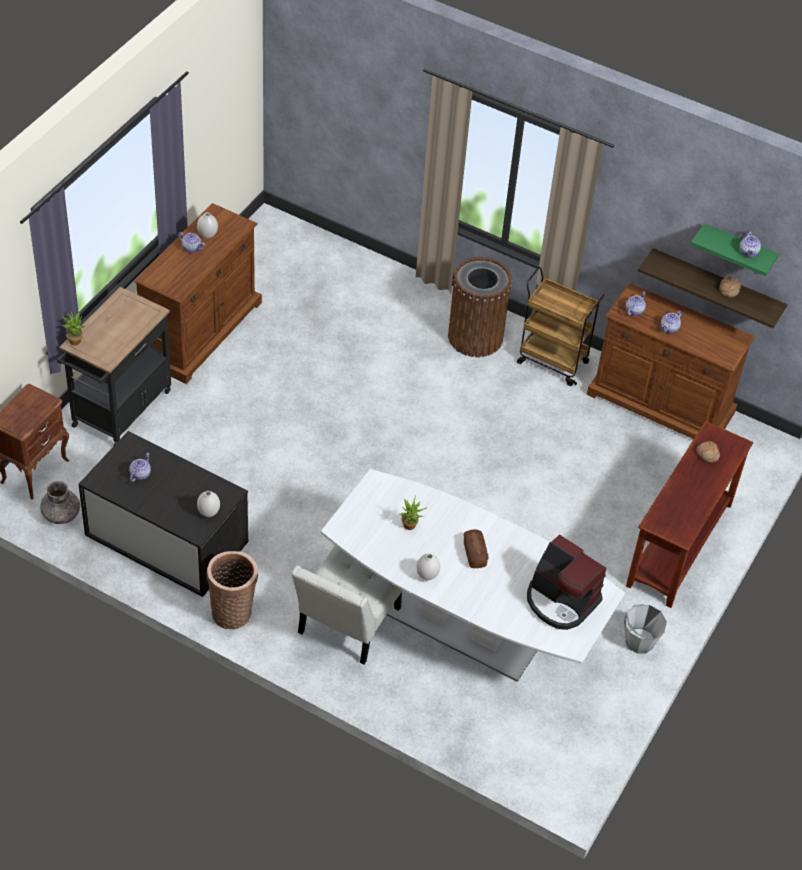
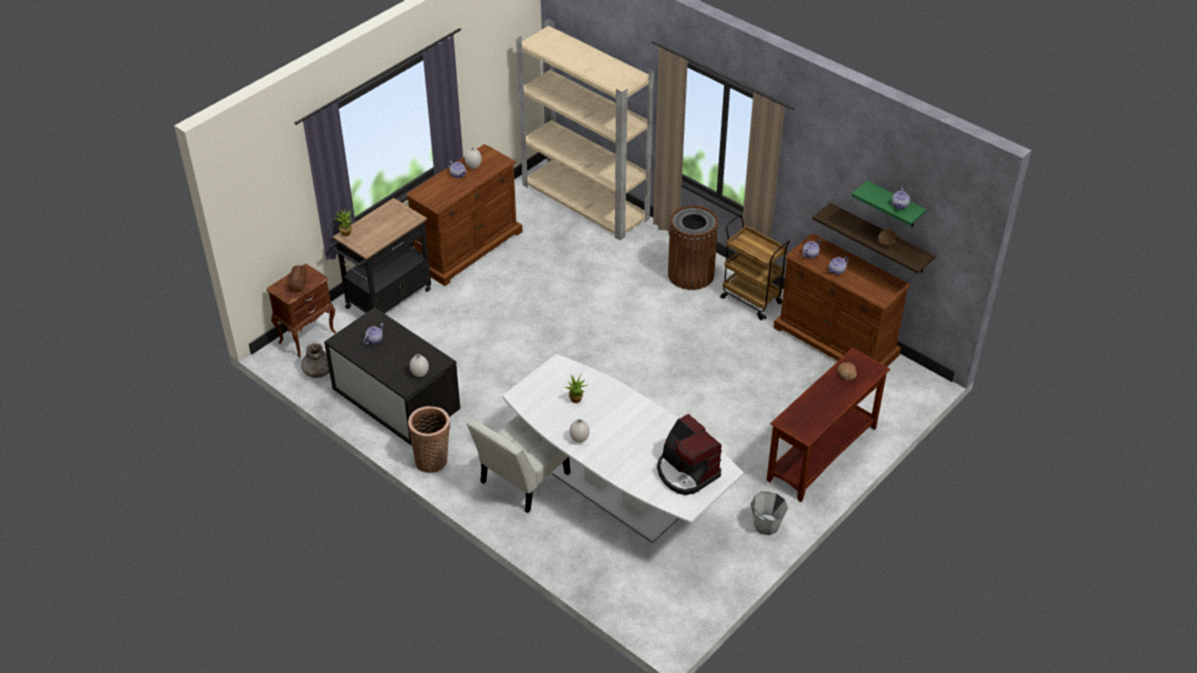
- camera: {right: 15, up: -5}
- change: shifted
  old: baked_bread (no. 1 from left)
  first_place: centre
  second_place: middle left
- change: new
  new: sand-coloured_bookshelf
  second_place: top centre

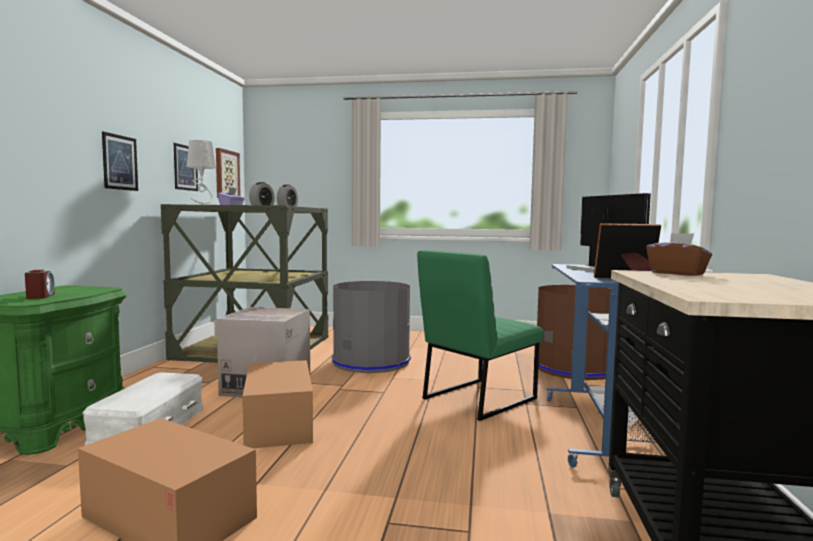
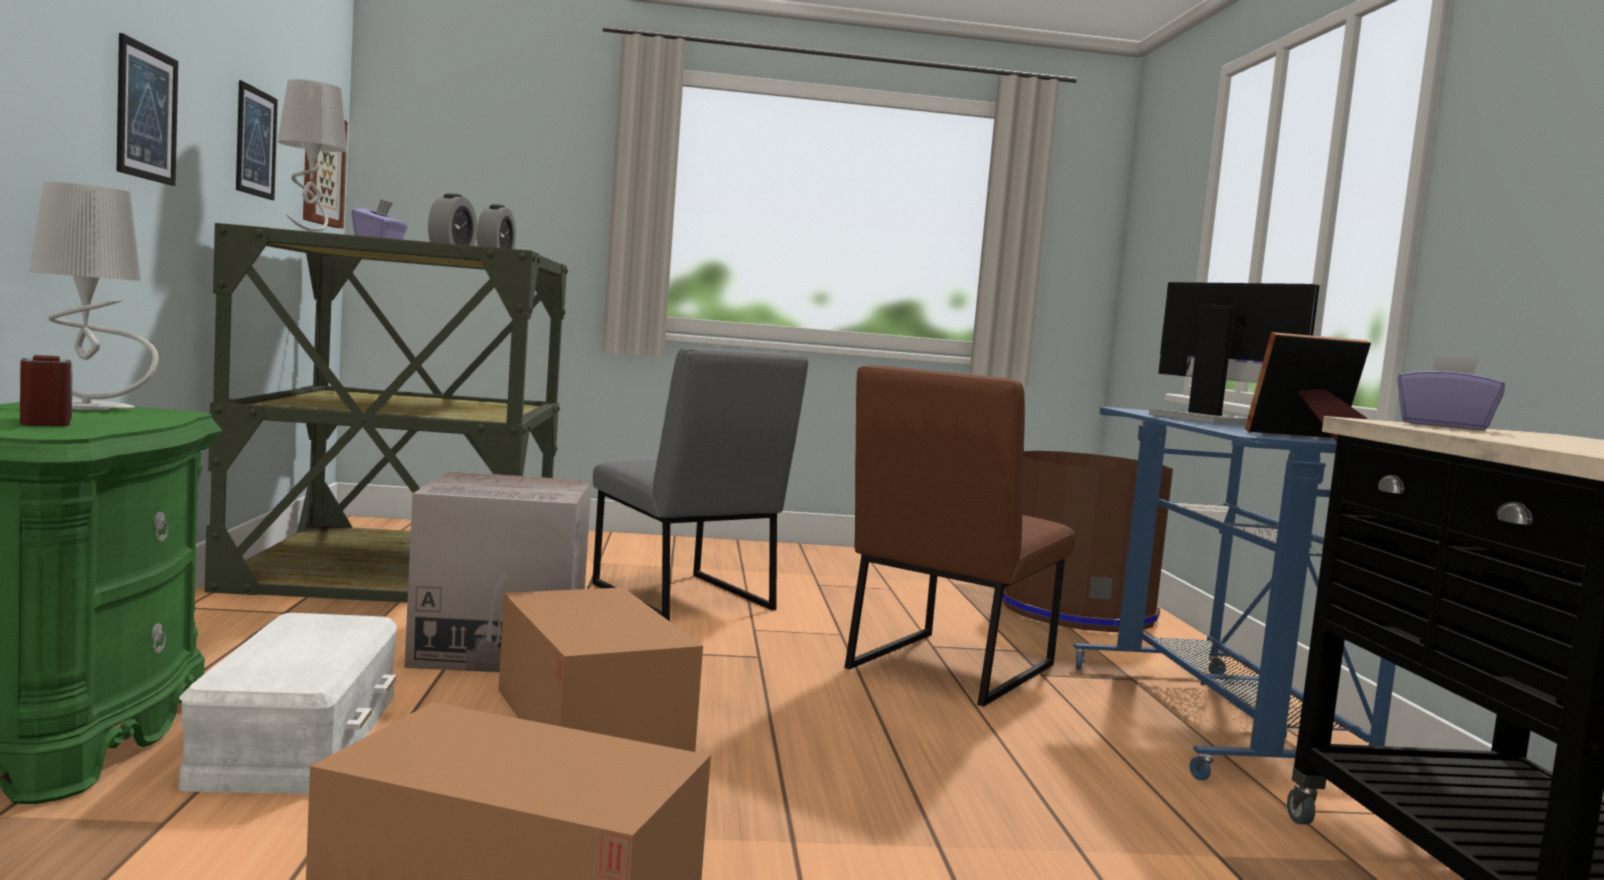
- camera: {right: -15, up: 0}
- change: new
  new: gray_lamp_for_a_table (no. 1 from left)
  second_place: middle left
- change: swapped
  old: gray_rubbish_bin
  new: gray_chair
  first_place: centre
  second_place: centre
- change: repainted
  old: greenish_chair
  new: brown_chair
  first_place: centre
  second_place: centre
- change: repainted
  old: brown_tissue_box
  new: purplish_tissue_box (no. 2 from left)
  first_place: middle right
  second_place: middle right

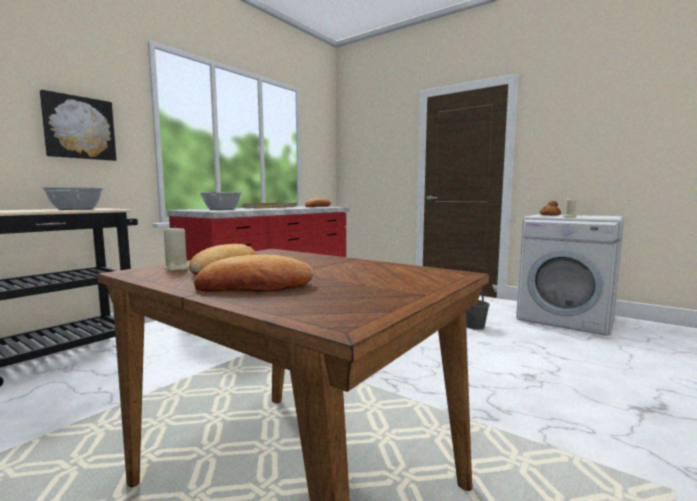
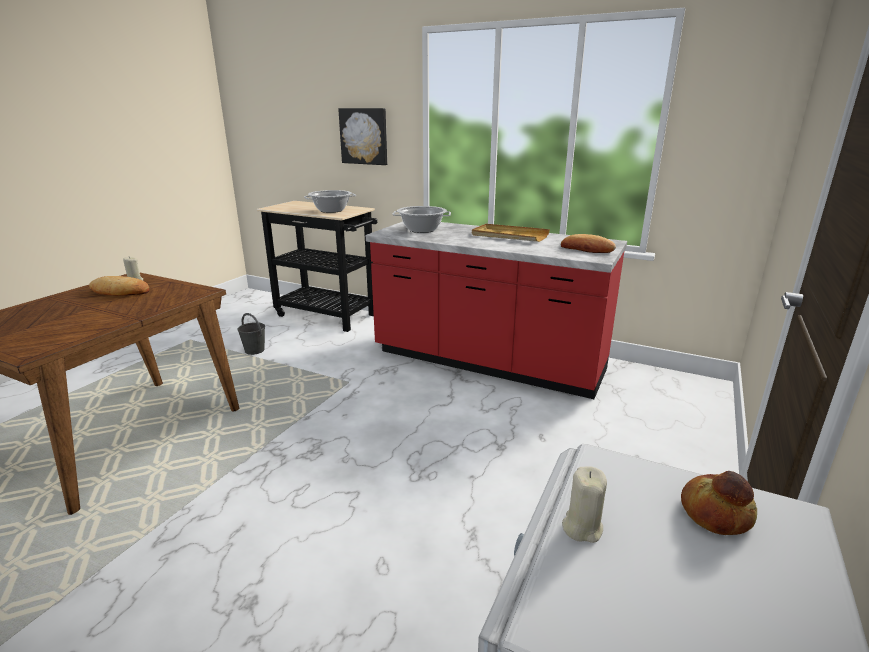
- camera: {right: 80, up: 15}
- change: shifted
  old: gray_water_bucket
  first_place: middle right
  second_place: middle left
- change: gone
  old: baked_bread (no. 2 from left)
  first_place: centre

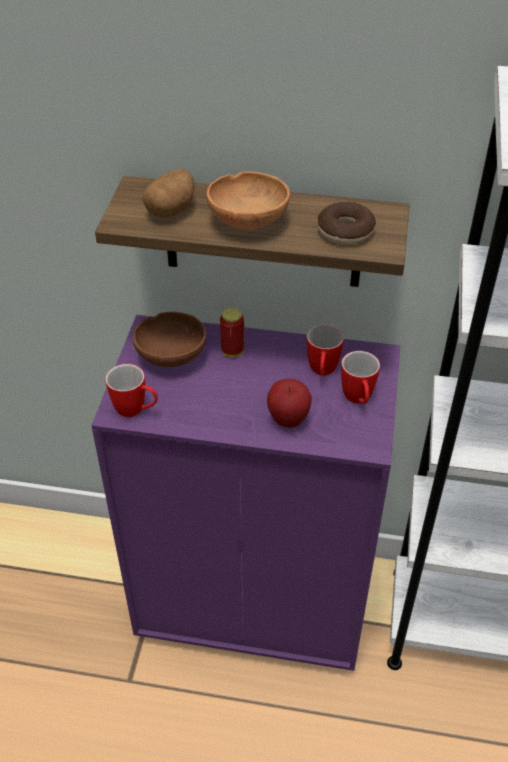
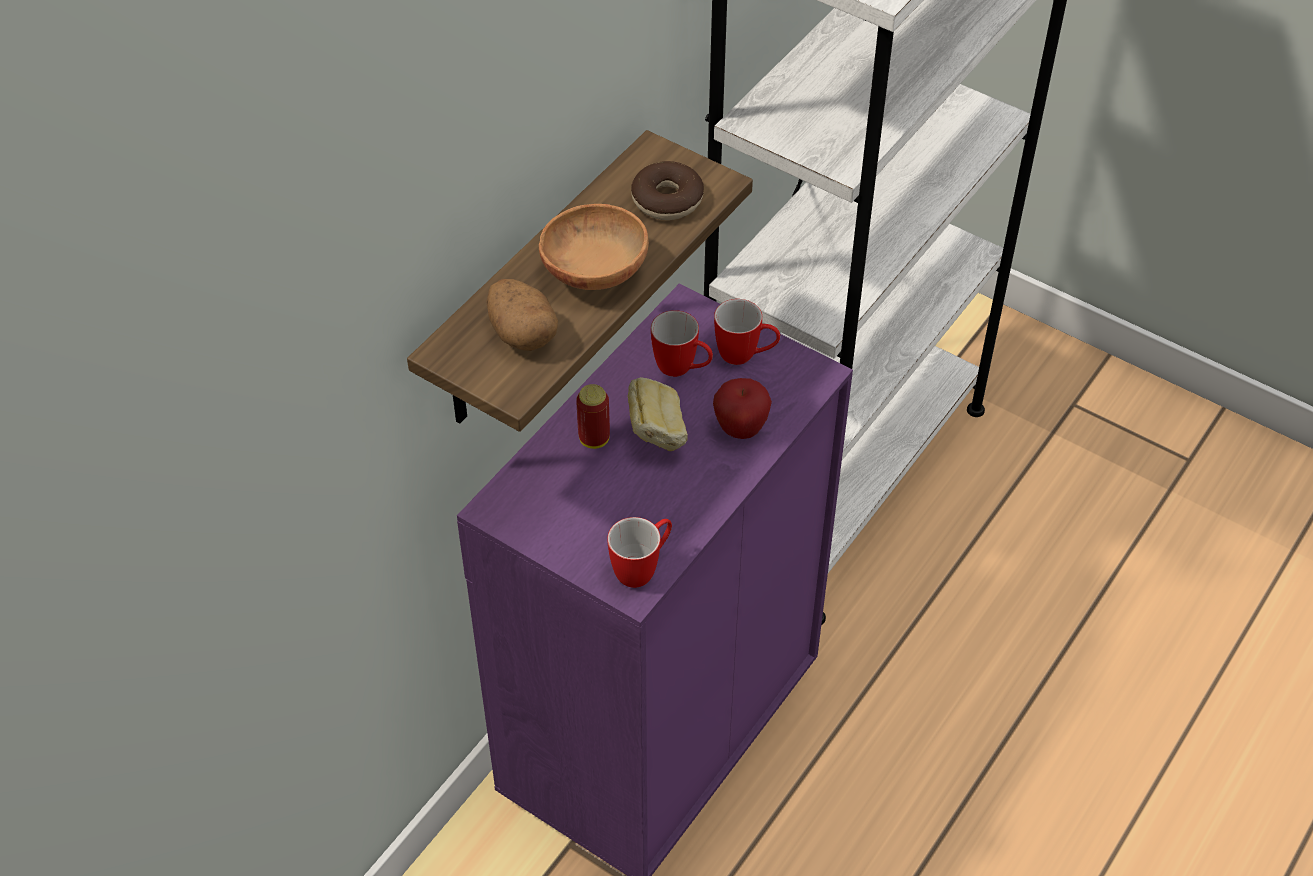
- camera: {right: -65, up: 5}
- change: new
  new: baked_bread
  second_place: centre
- change: gone
  old: brown_deep_dish (no. 1 from left)
  first_place: middle left

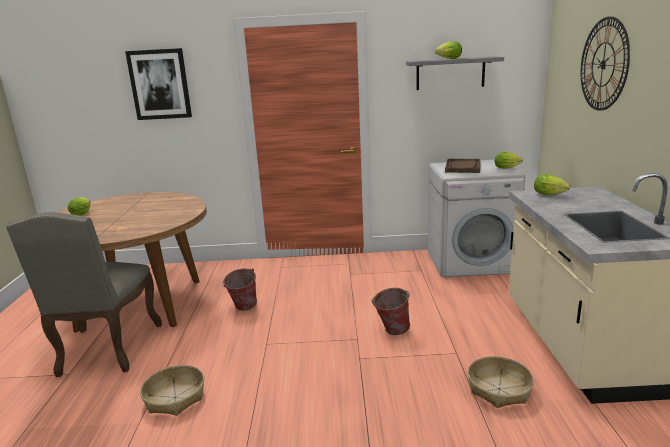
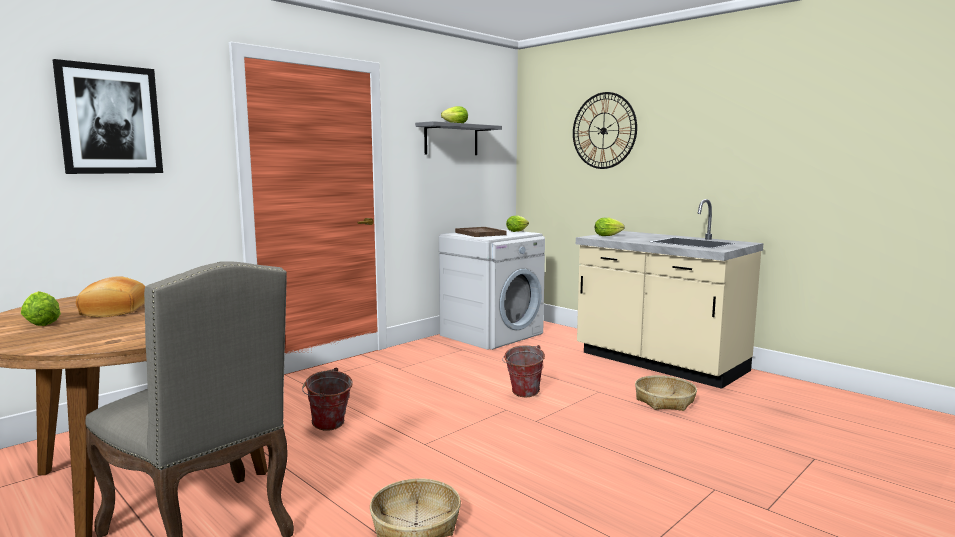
- camera: {right: -45, up: -10}
- change: new
  new: baked_bread
  second_place: middle left

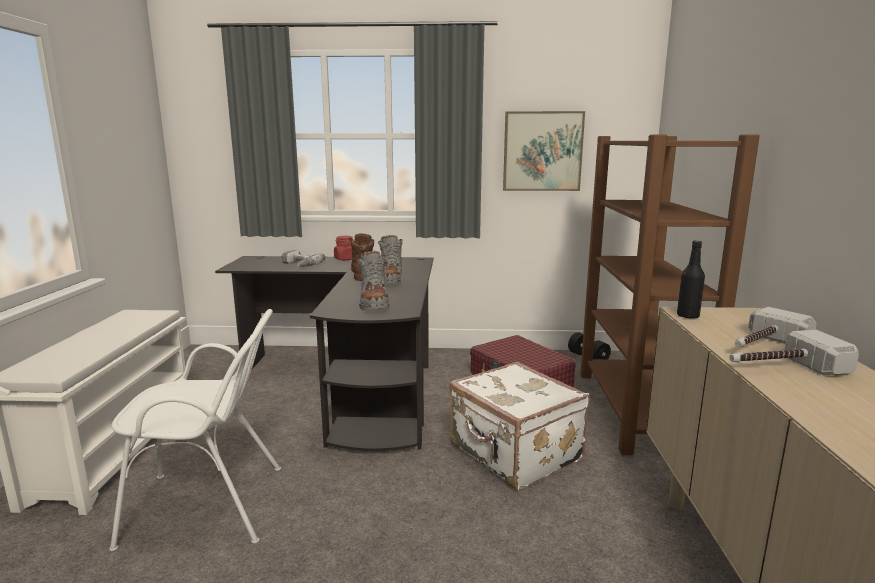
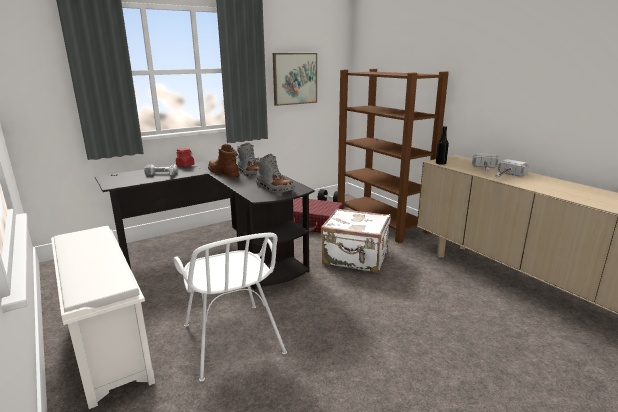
- camera: {right: -35, up: 5}
- change: rotated
  old: whitish_chair
  first_place: bottom left
  second_place: bottom centre
  degrees: 105

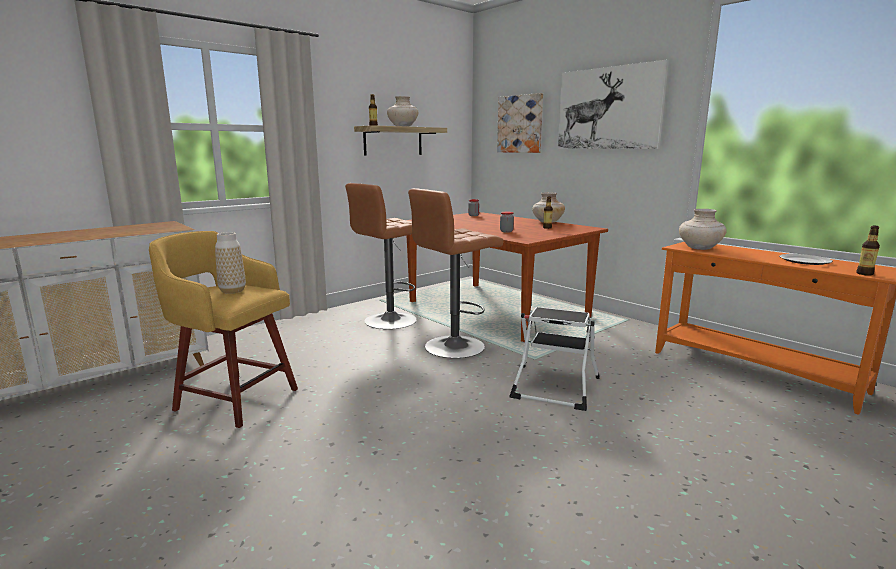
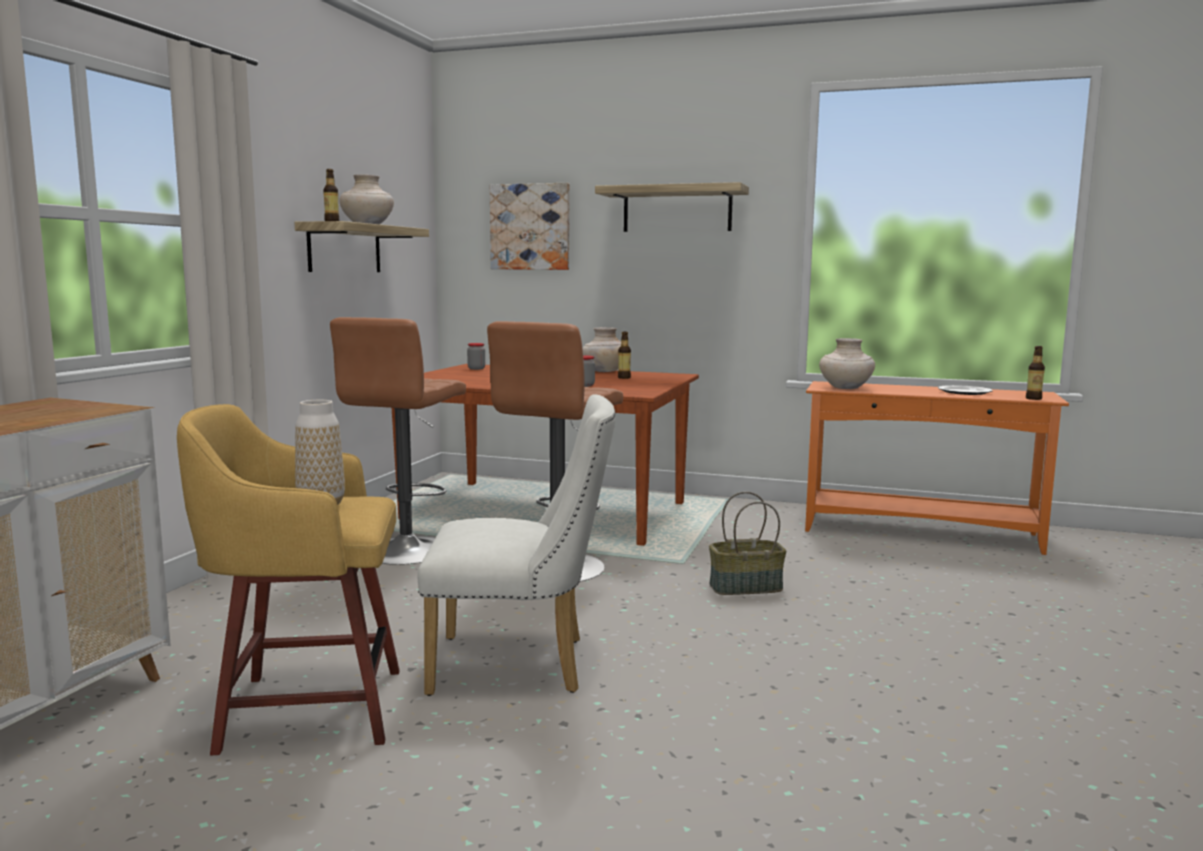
- camera: {right: -30, up: -5}
- change: new
  new: whitish_chair
  second_place: centre
- change: swapped
  old: wall_picture (no. 2 from left)
  new: wall_shelf (no. 2 from left)
  first_place: top right
  second_place: top centre
- change: swapped
  old: step_ladder
  new: household_basket
  first_place: centre
  second_place: centre

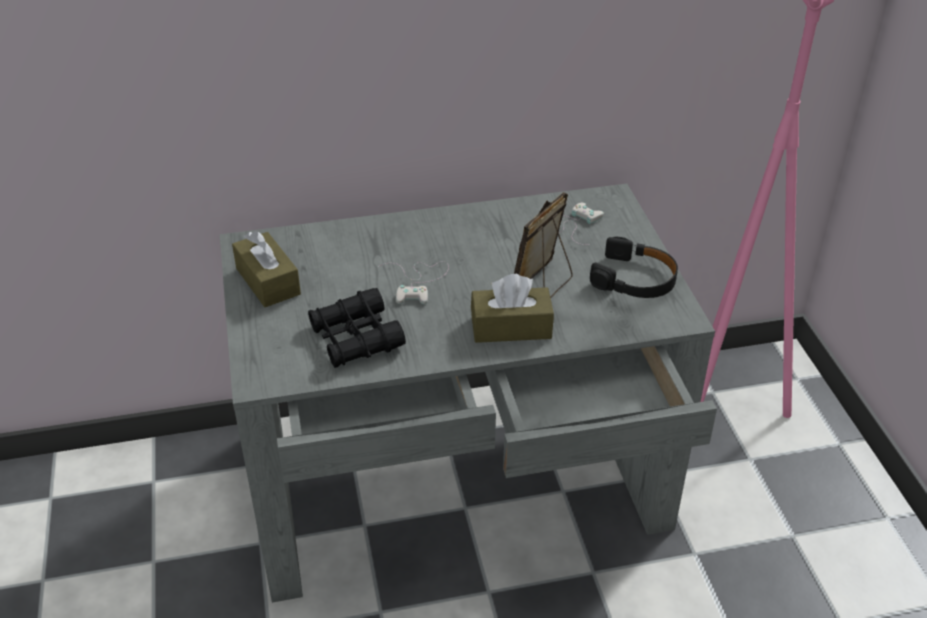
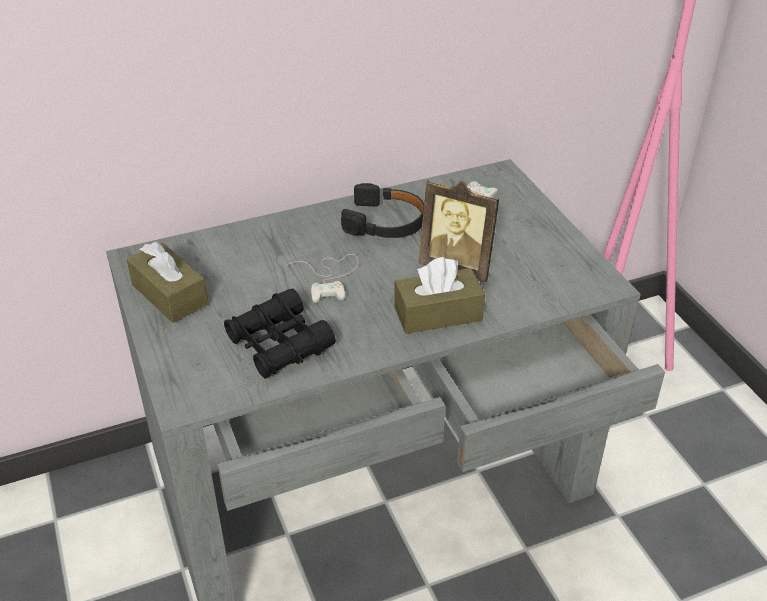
- camera: {right: -10, up: 0}
- change: shifted
  old: blackish_pair_of_headphones
  first_place: middle right
  second_place: centre
- change: rotated
  old: standing_frame
  first_place: centre
  second_place: centre
  degrees: -90

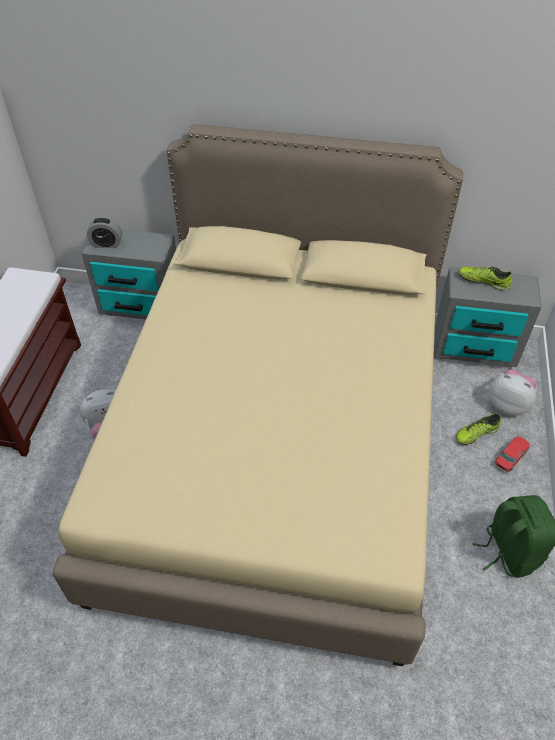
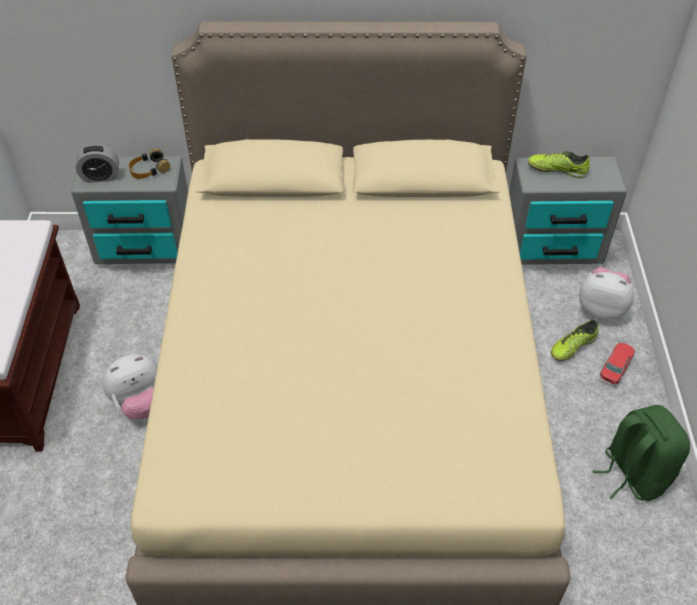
- camera: {right: -10, up: 0}
- change: new
  new: pair_of_headphones
  second_place: top left

